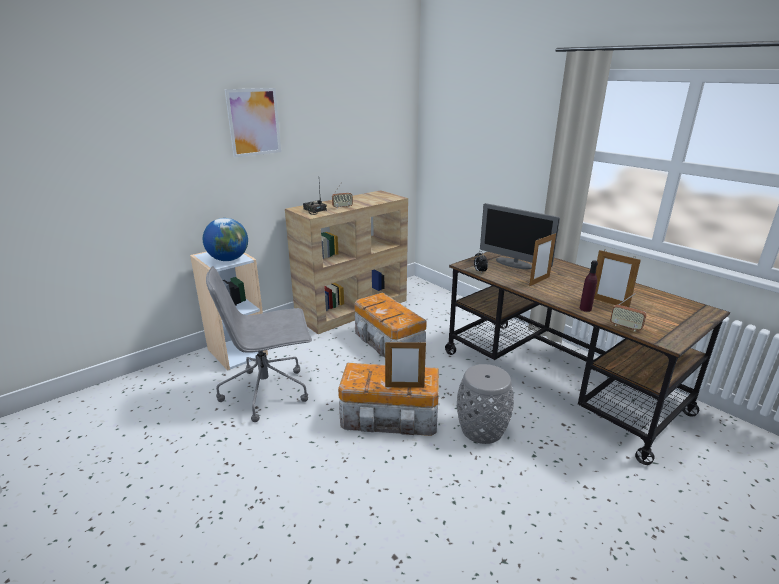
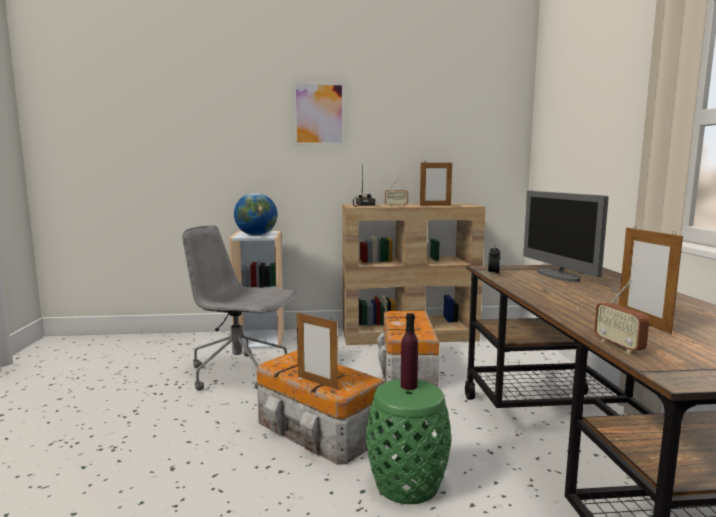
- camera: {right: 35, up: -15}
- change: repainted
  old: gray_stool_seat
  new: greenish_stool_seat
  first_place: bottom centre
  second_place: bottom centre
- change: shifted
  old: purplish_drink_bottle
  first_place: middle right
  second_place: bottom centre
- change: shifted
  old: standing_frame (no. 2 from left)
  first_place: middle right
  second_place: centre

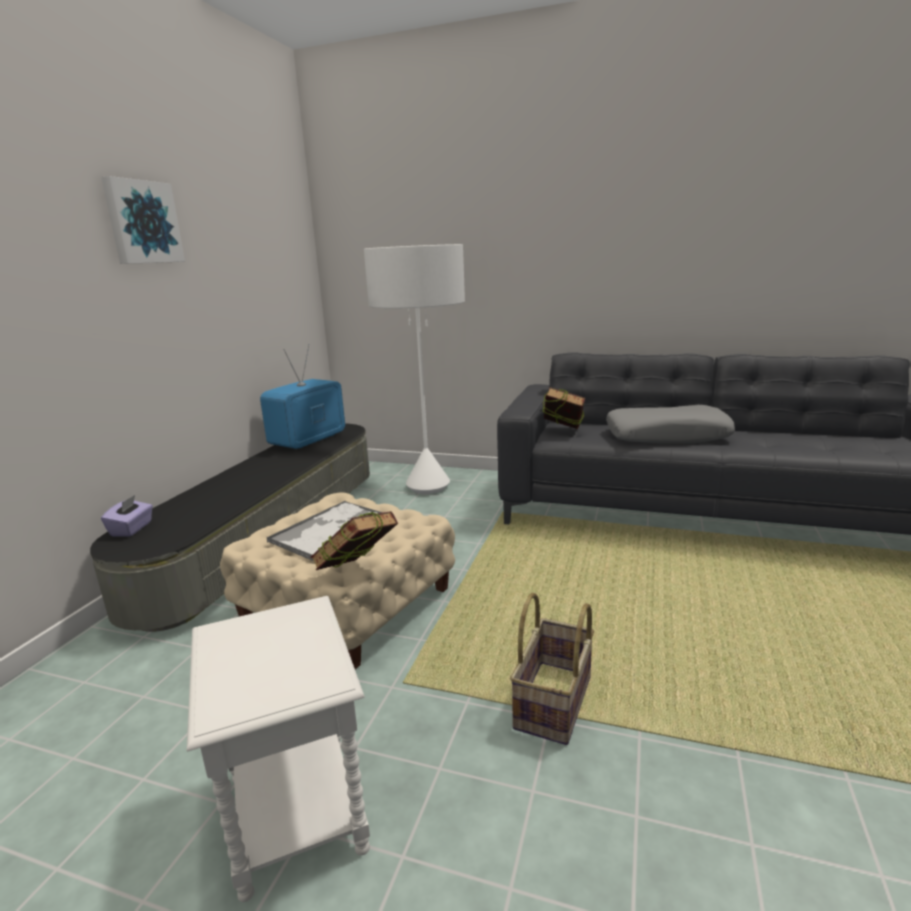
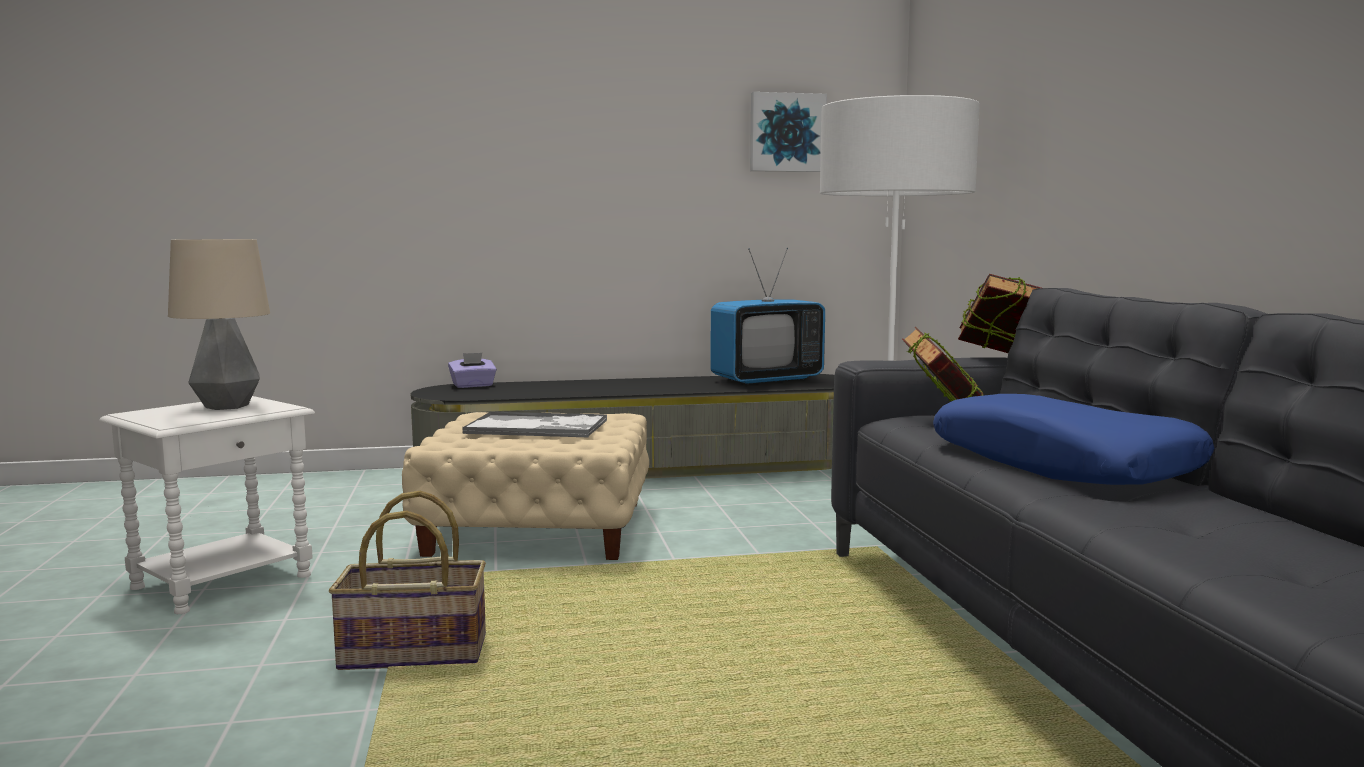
- camera: {right: 60, up: -10}
- change: new
  new: lamp_for_a_table
  second_place: middle left
- change: rotated
  old: TV
  first_place: middle left
  second_place: centre
  degrees: 150
- change: shifted
  old: wall_picture
  first_place: top left
  second_place: top centre
- change: repainted
  old: gray_throw_pillow
  new: bluish_throw_pillow
  first_place: middle right
  second_place: middle right
- change: shifted
  old: book (no. 1 from left in the first image)
  new: book (no. 2 from left)
  first_place: centre
  second_place: middle right

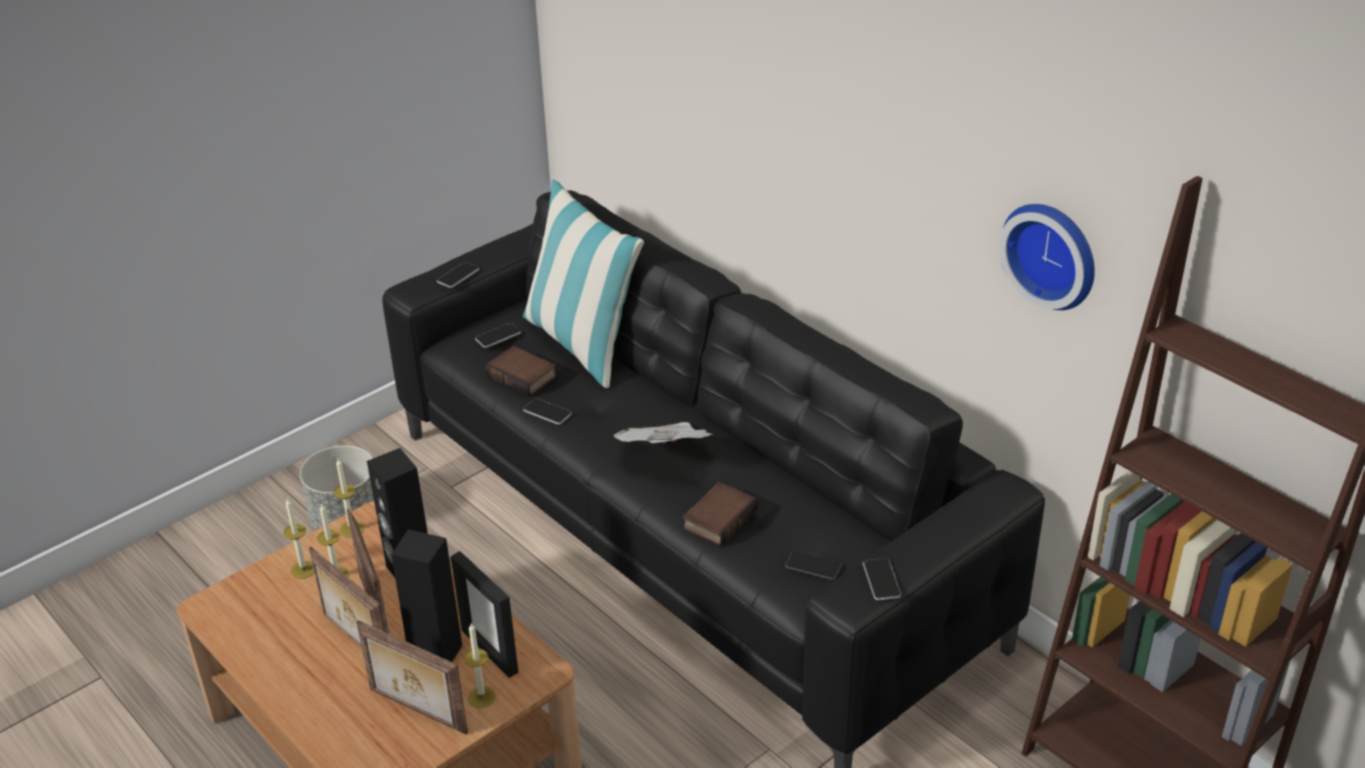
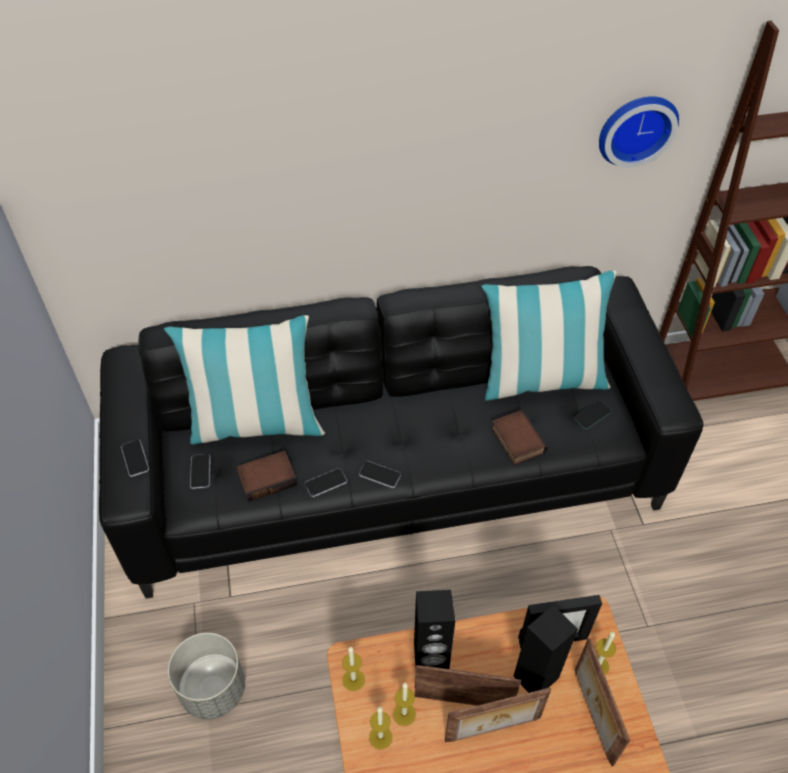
- camera: {right: -60, up: 15}
- change: shifted
  old: telephone (no. 5 from left in the first image)
  new: telephone (no. 4 from left)
  first_place: bottom centre
  second_place: centre
- change: new
  new: throw_pillow (no. 2 from left)
  second_place: middle right
- change: rotated
  old: standing_frame (no. 3 from left in the first image)
  first_place: bottom left
  second_place: bottom right
  degrees: 105
- change: gone
  old: daily_paper
  first_place: centre

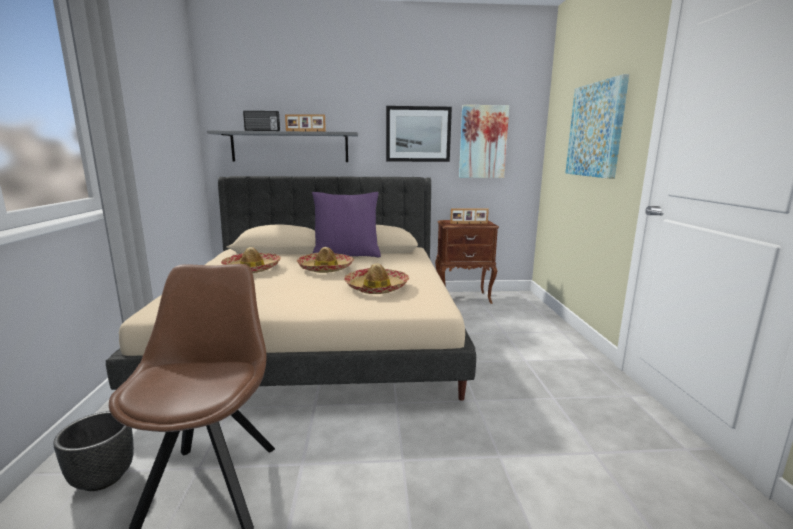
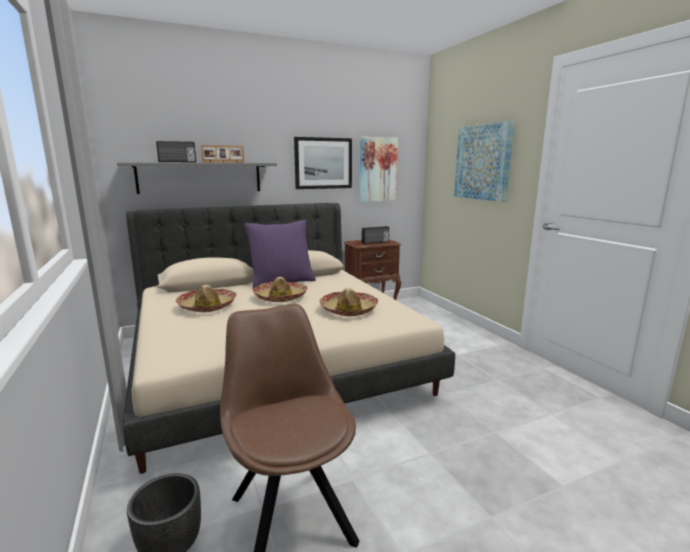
- camera: {right: -20, up: 0}
- change: swapped
  old: standing_frame (no. 2 from left)
  new: radio (no. 2 from left)
  first_place: centre
  second_place: centre

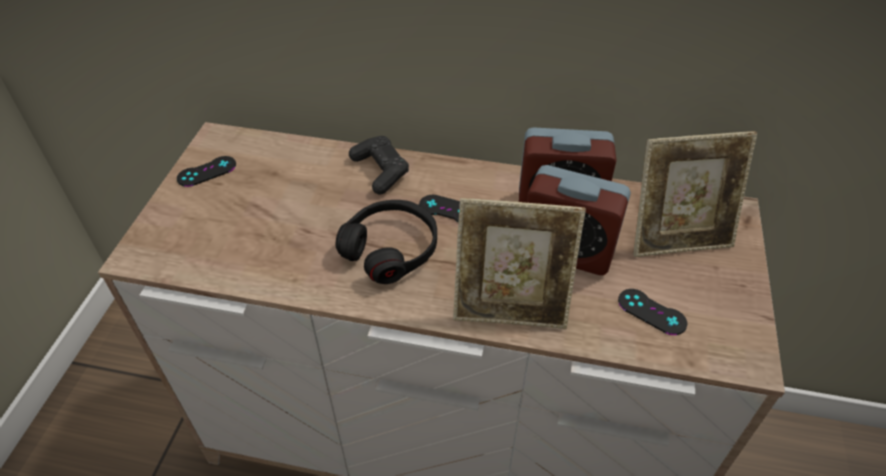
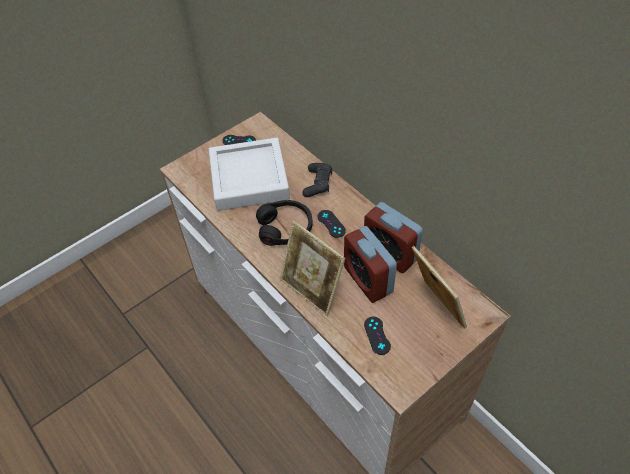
- camera: {right: 40, up: 5}
- change: new
  new: gray_tray
  second_place: centre
- change: rotated
  old: standing_frame (no. 2 from left)
  first_place: middle right
  second_place: middle right
  degrees: -150

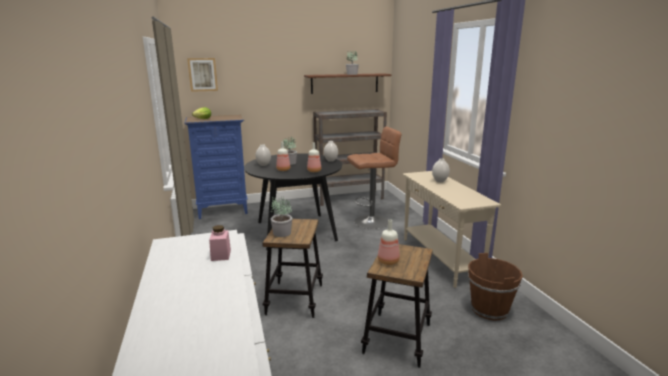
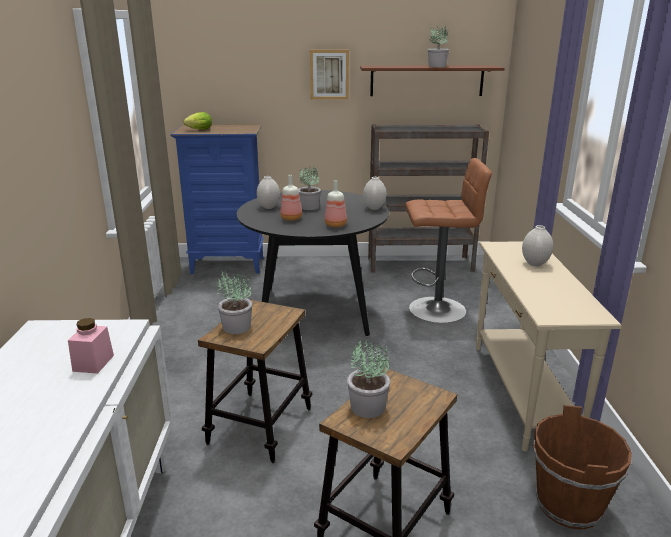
- camera: {right: 15, up: 5}
- change: shifted
  old: wall_picture
  first_place: top left
  second_place: top centre
- change: swapped
  old: drink_bottle (no. 3 from left)
  new: potted_plant (no. 3 from left)
  first_place: centre
  second_place: bottom centre

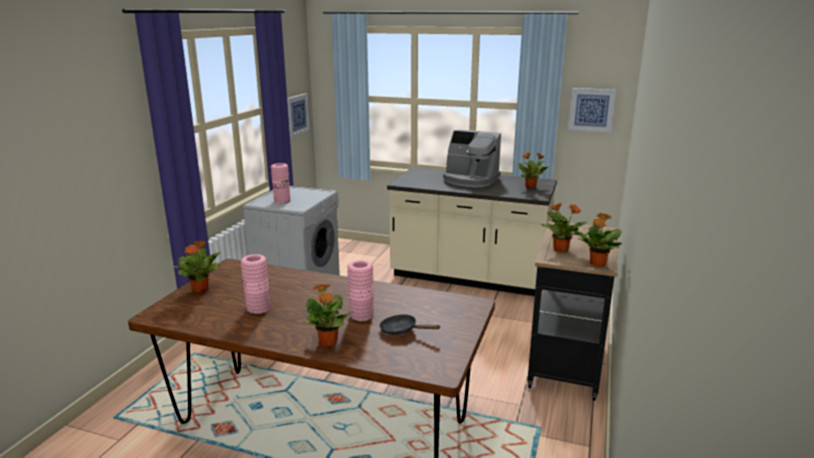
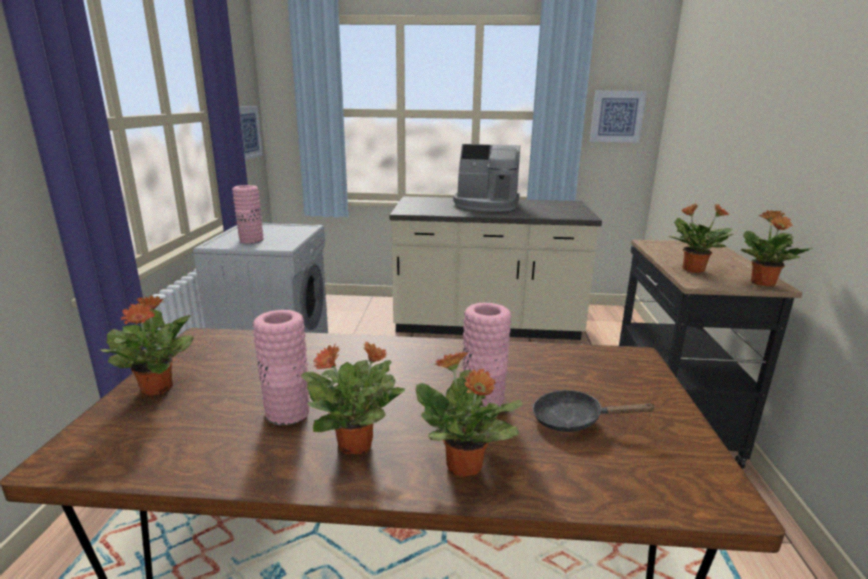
- camera: {right: -15, up: 0}
- change: shifted
  old: potted_plant (no. 3 from left in the first image)
  new: potted_plant (no. 2 from left)
  first_place: centre
  second_place: bottom centre

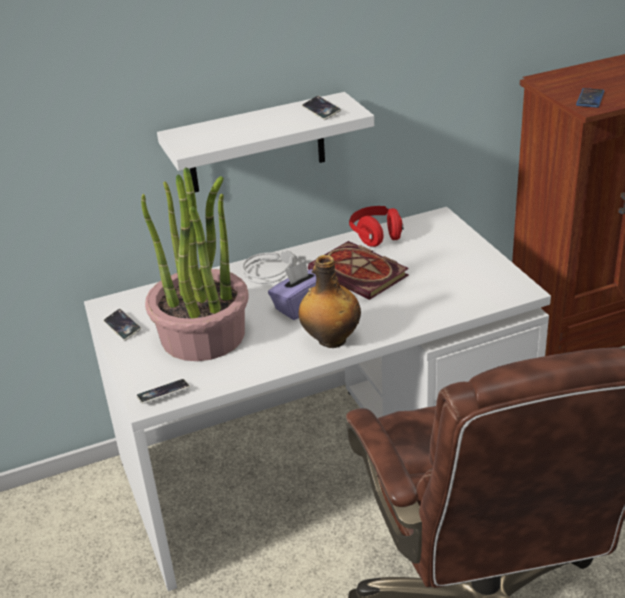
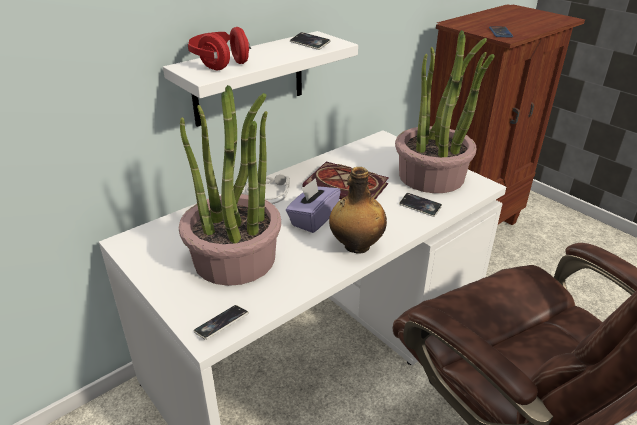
- camera: {right: -20, up: 0}
- change: shifted
  old: red_pair_of_headphones
  first_place: centre
  second_place: top centre
- change: new
  new: potted_plant (no. 2 from left)
  second_place: top right
- change: shifted
  old: telephone (no. 1 from left in the first image)
  new: telephone (no. 3 from left)
  first_place: middle left
  second_place: centre

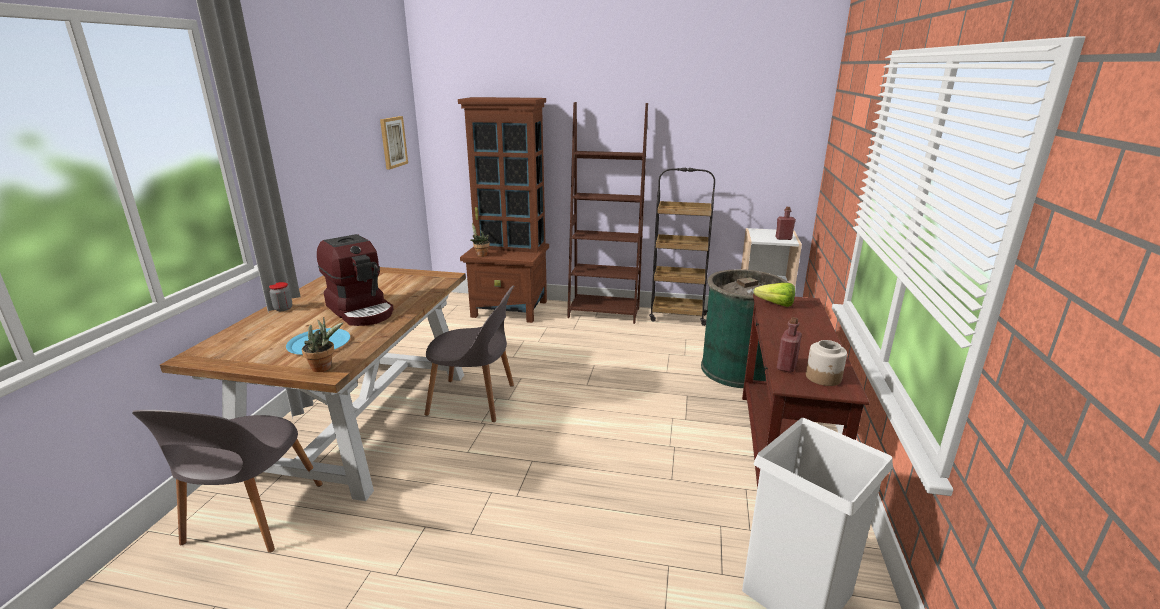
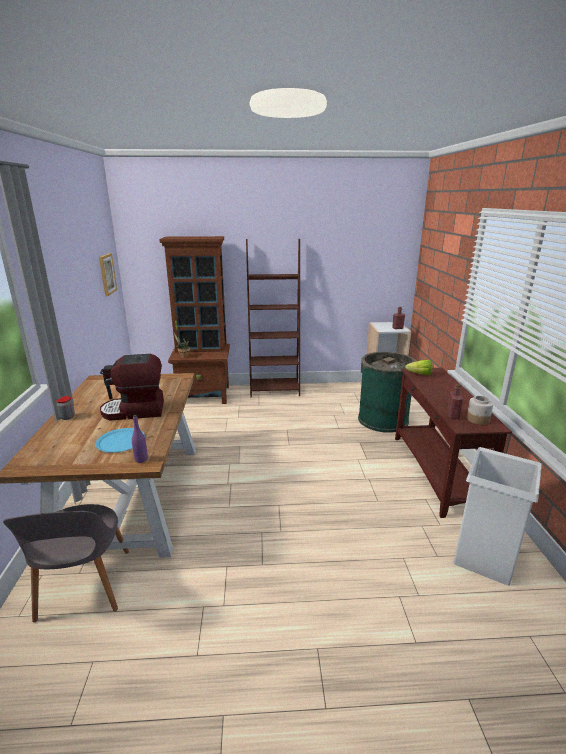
- camera: {right: -15, up: 0}
- change: rotated
  old: coffee_maker
  first_place: middle left
  second_place: middle left
  degrees: 135
- change: swapped
  old: potted_plant (no. 1 from left)
  new: purplish_drink_bottle
  first_place: middle left
  second_place: middle left
- change: gone
  old: gray_chair (no. 2 from left)
  first_place: centre
- change: gone
  old: brown_cart
  first_place: centre

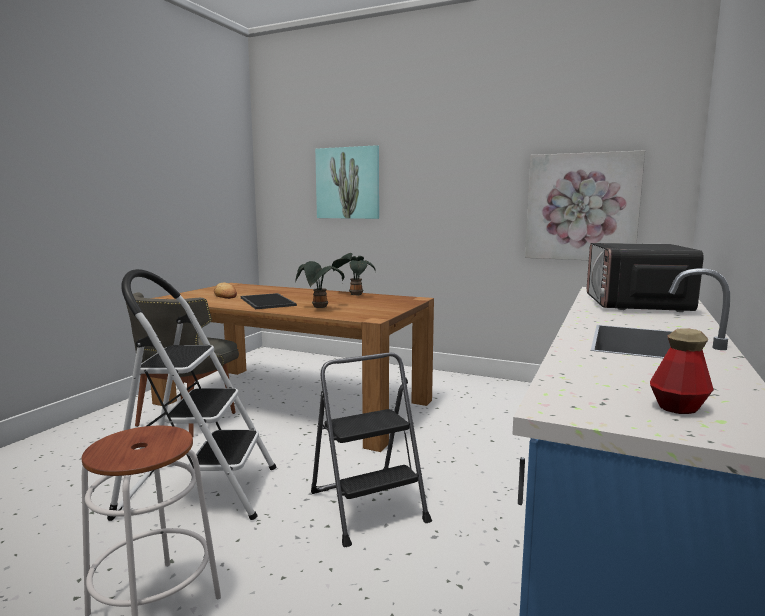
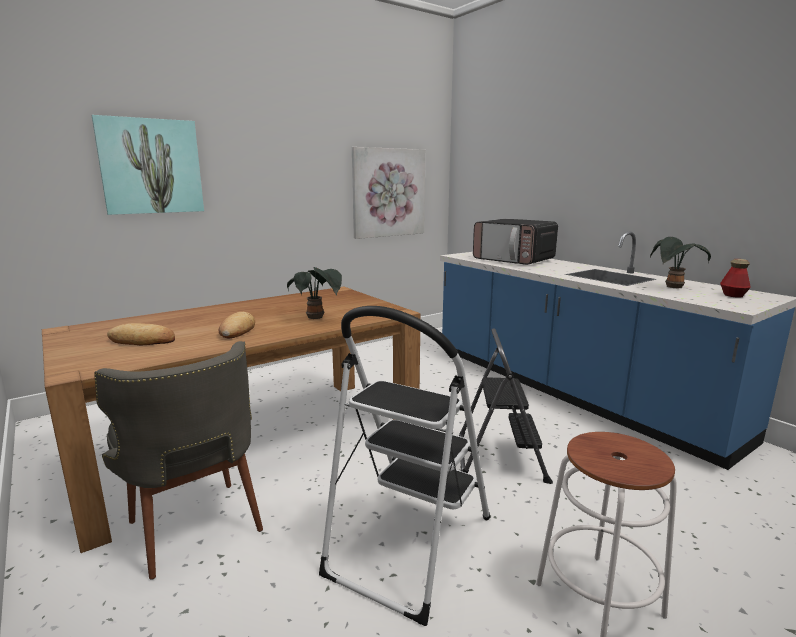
- camera: {right: -60, up: 5}
- change: swapped
  old: tray
  new: baked_bread (no. 2 from left)
  first_place: centre
  second_place: middle left
- change: shifted
  old: potted_plant (no. 2 from left)
  first_place: centre
  second_place: middle right

